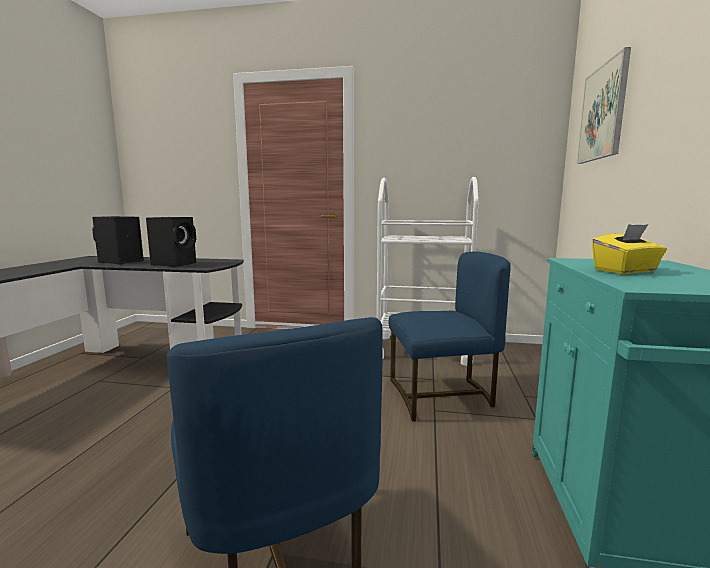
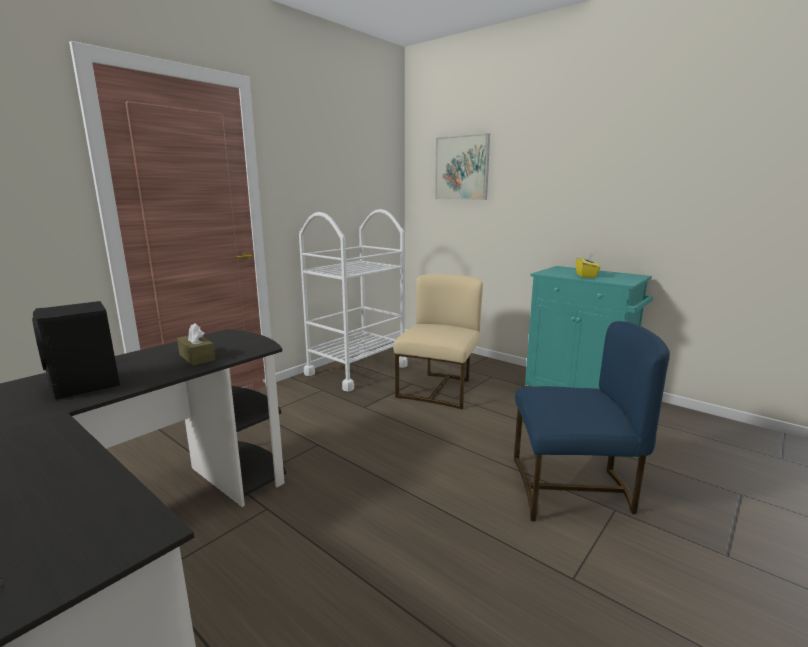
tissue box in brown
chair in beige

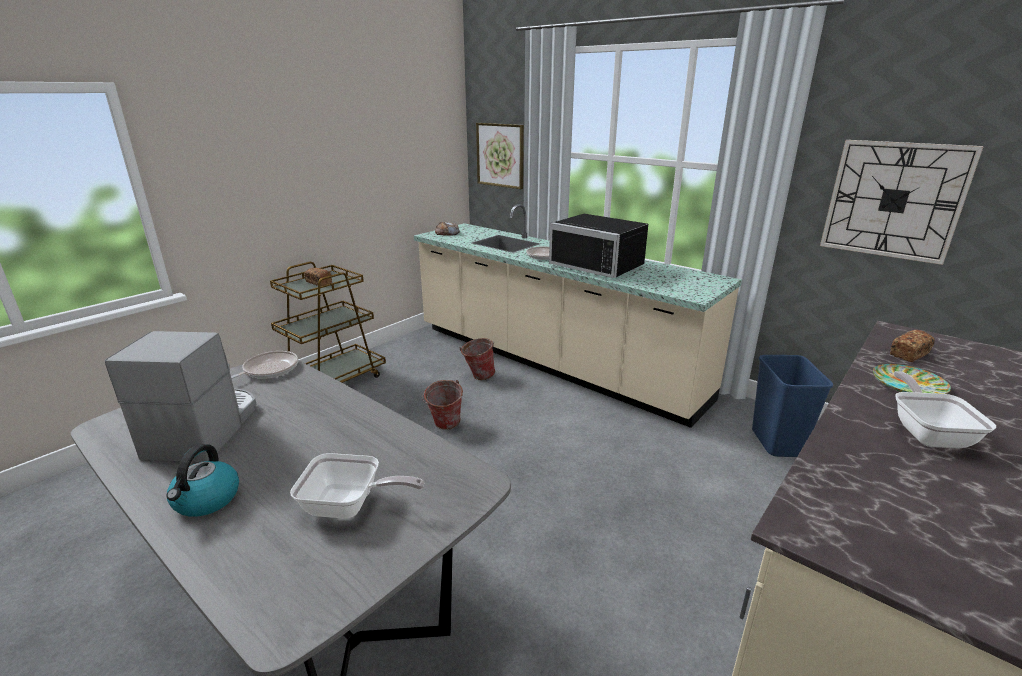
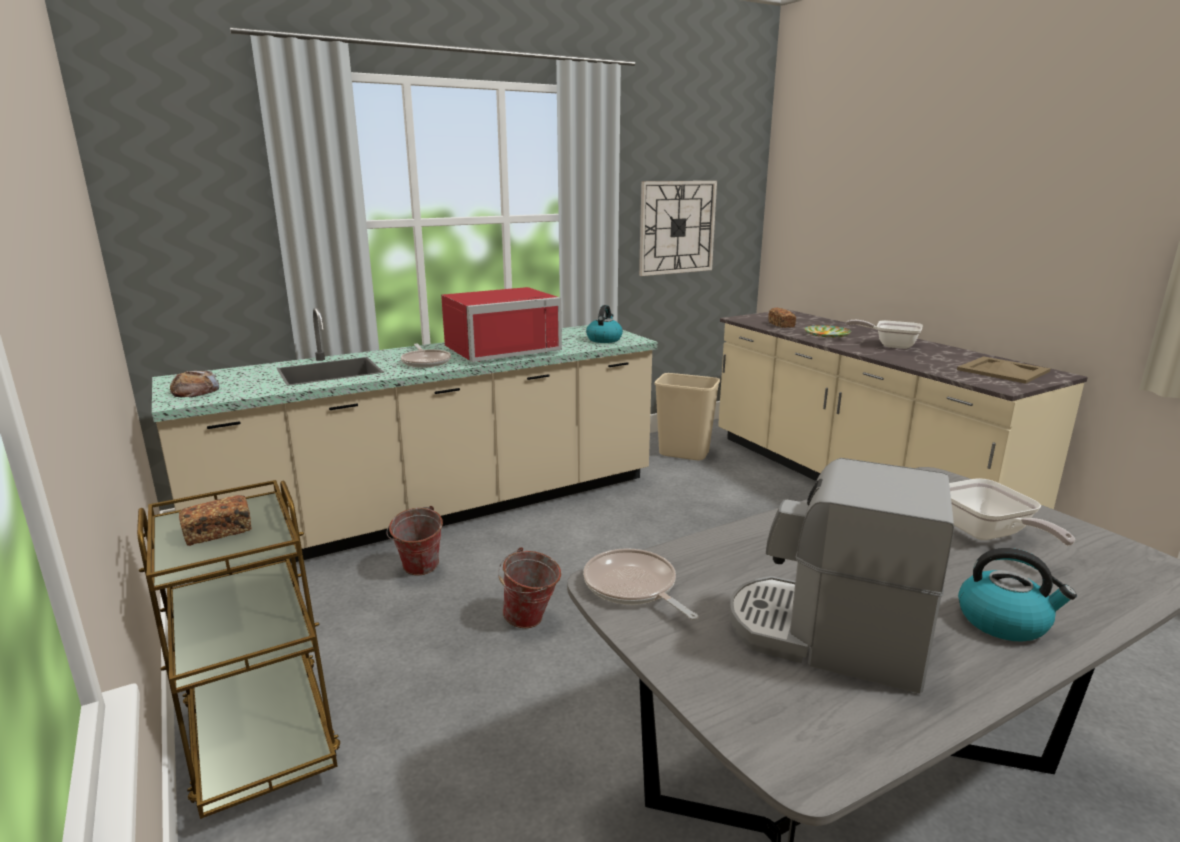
picture
microwave in red
trash can in beige
frying pan (4th from left)
kettle (1st from left)
tray in beige

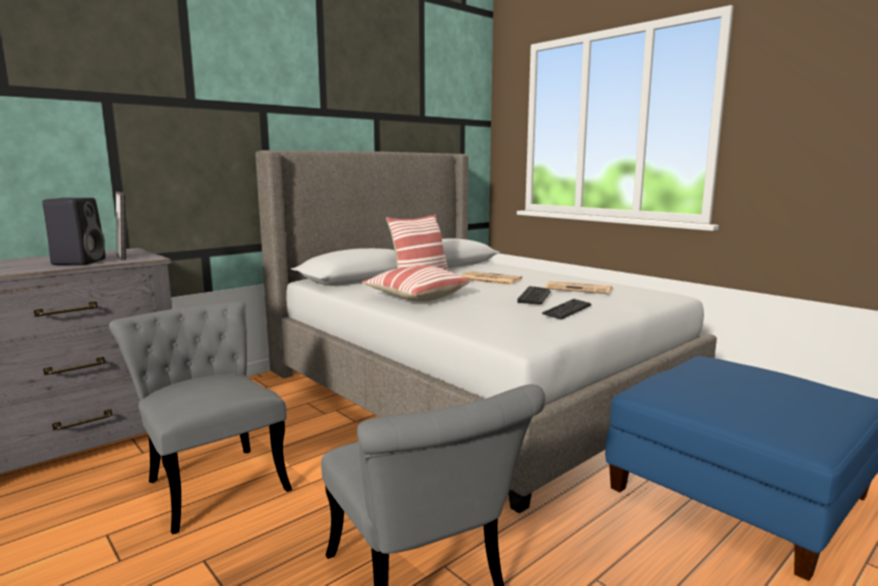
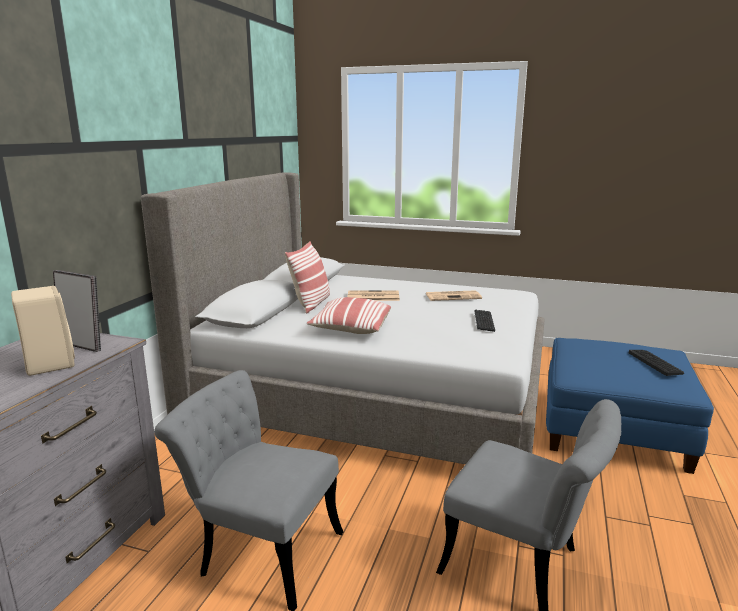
speaker in beige
keyboard (2nd from left)

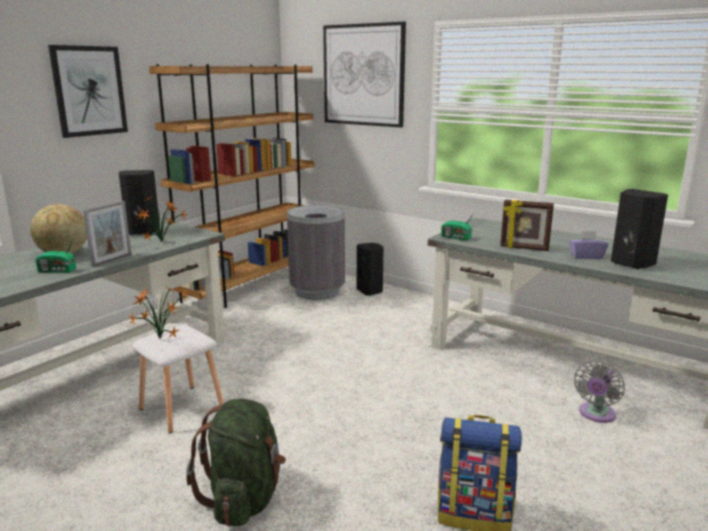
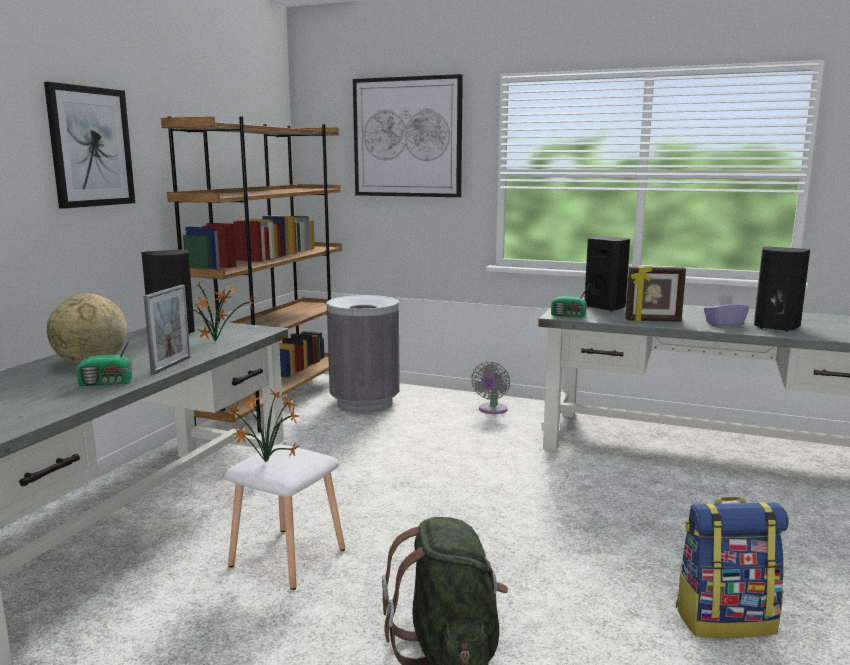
speaker in black (2nd from left)
fan in grey

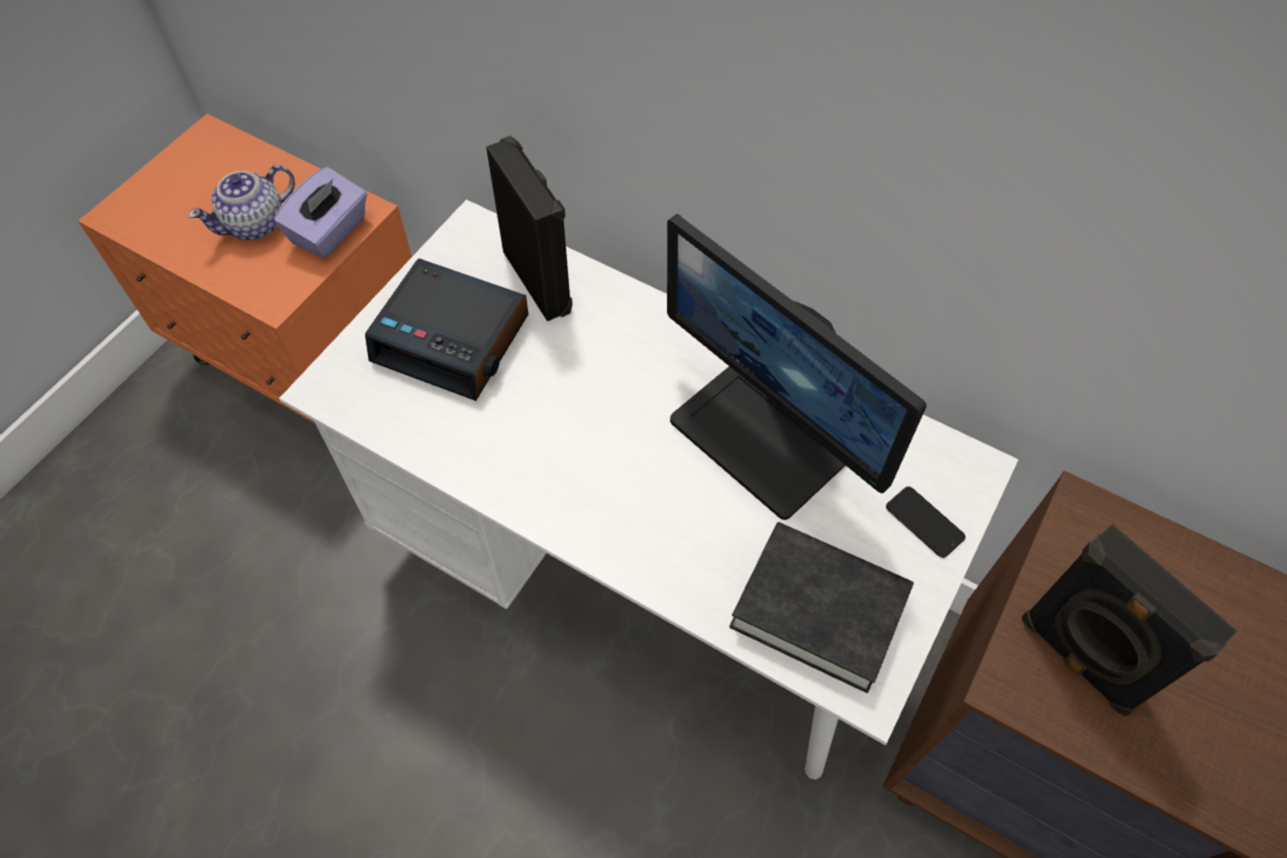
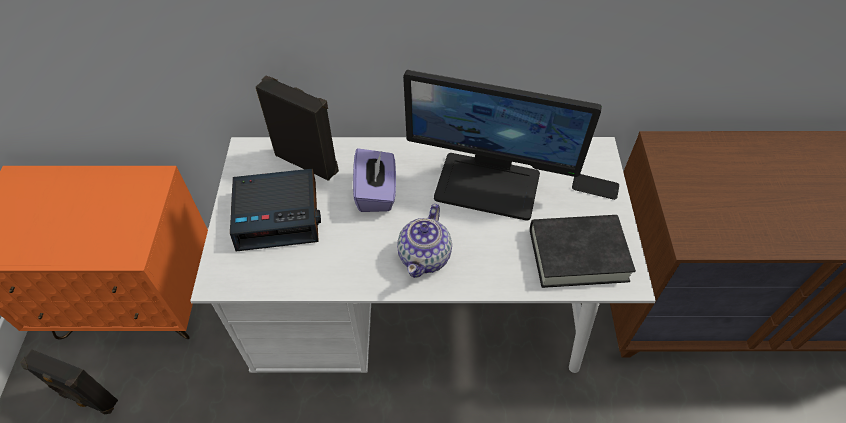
teapot
tissue box in purple
speaker in black (1st from left)

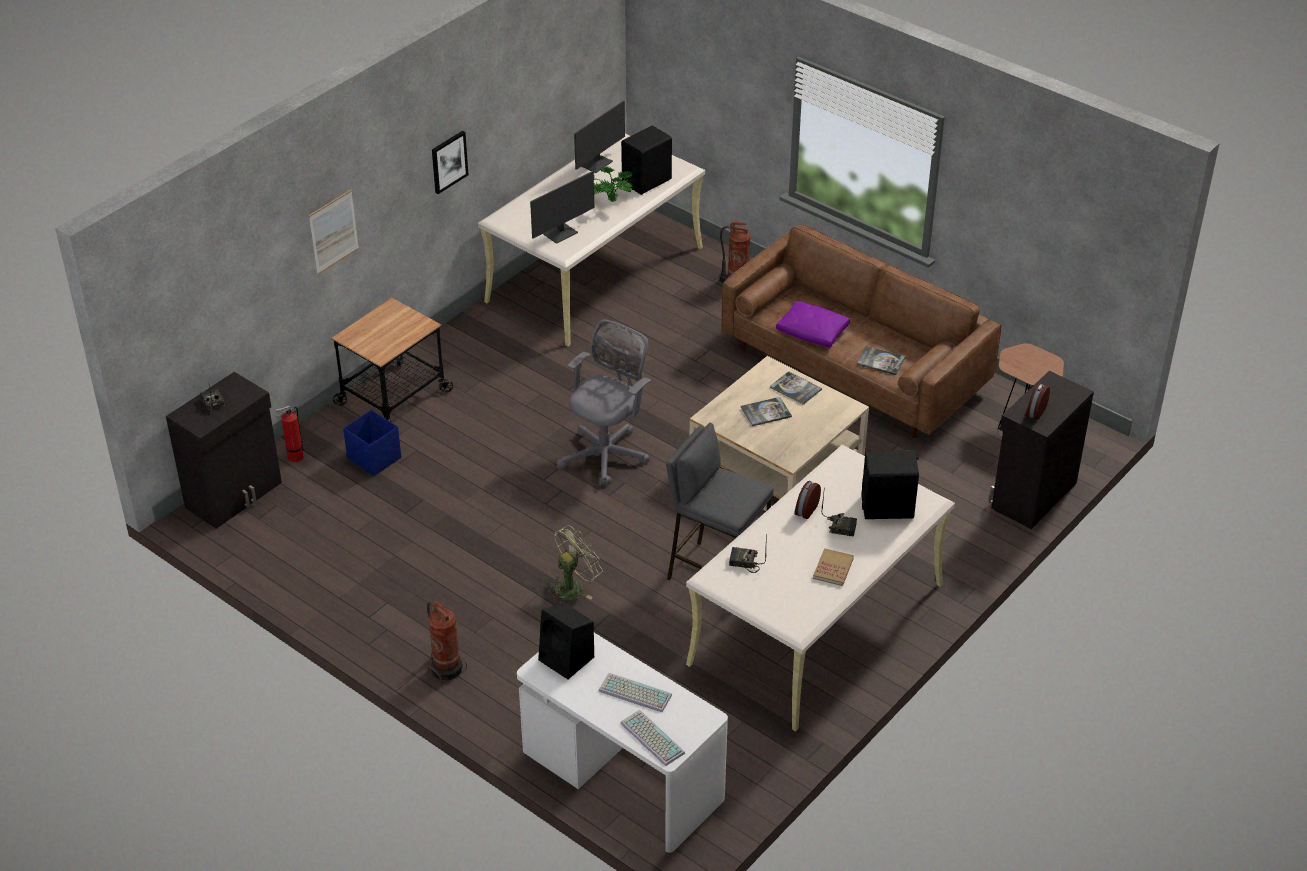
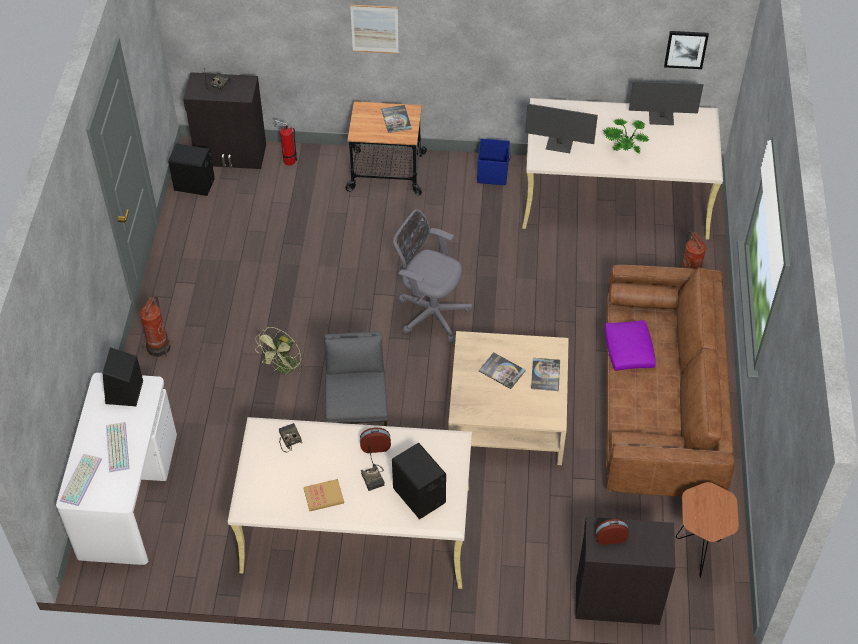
speaker in black (2nd from left)
picture (2nd from left)
office chair in grey
book (2nd from left)
storage box in blue
fan in green

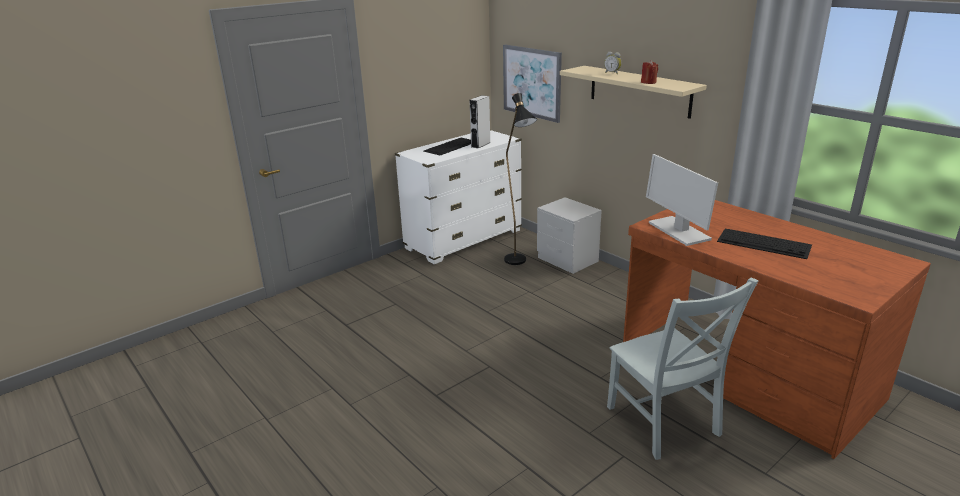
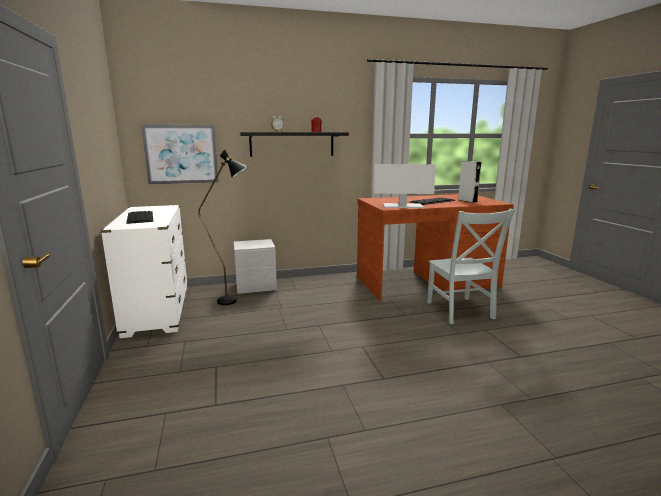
shelf in black
speaker in grey
chair in grey

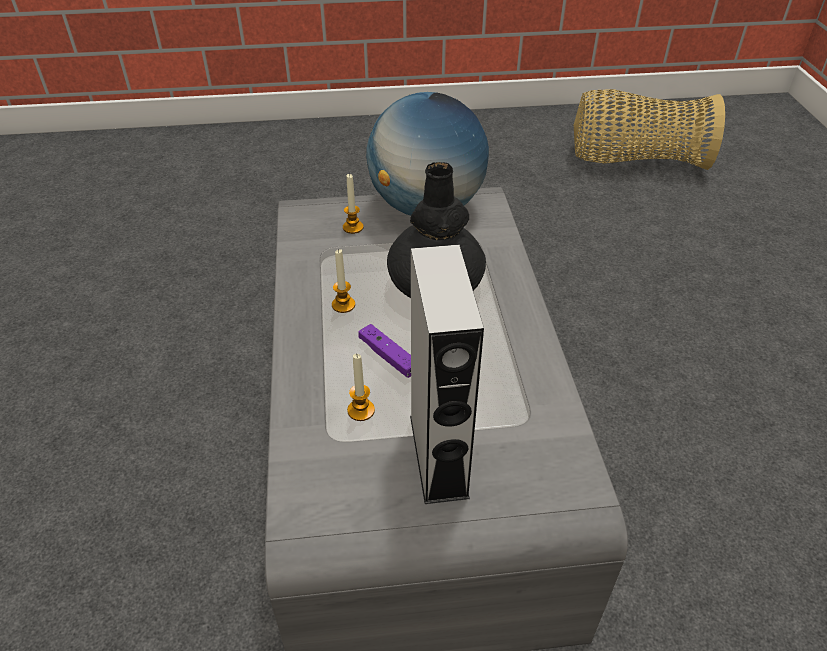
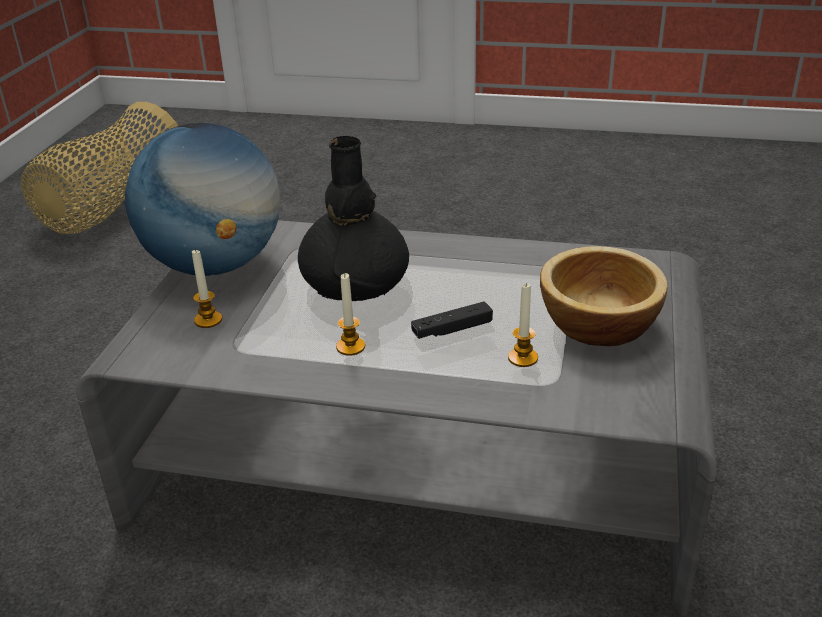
bowl
game controller in black

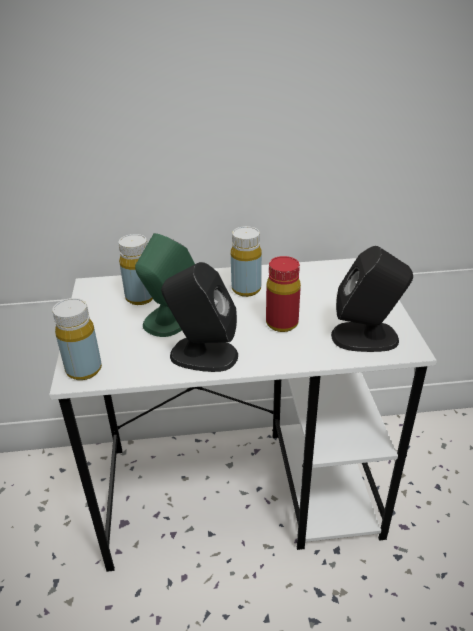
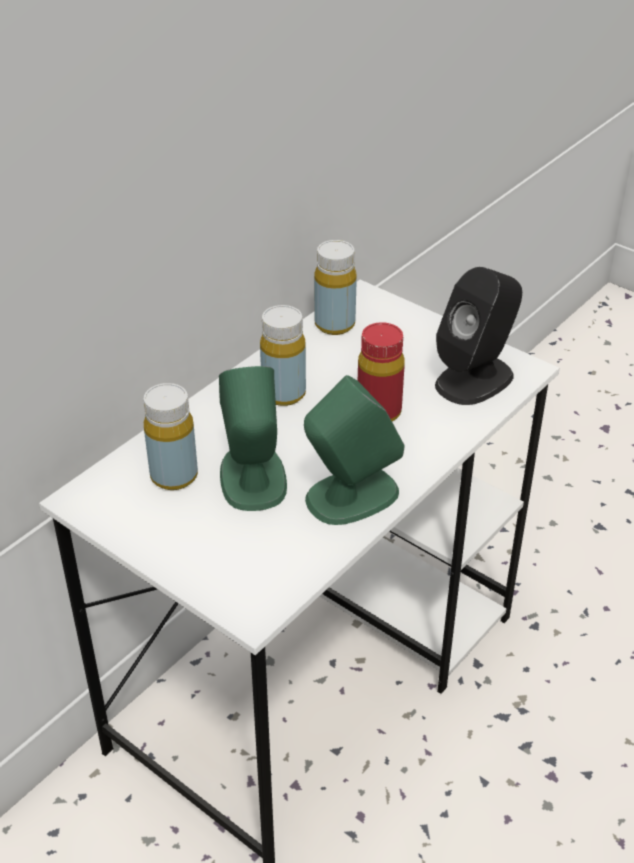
speaker in green (2nd from left)
bottle in yellow (3rd from left)

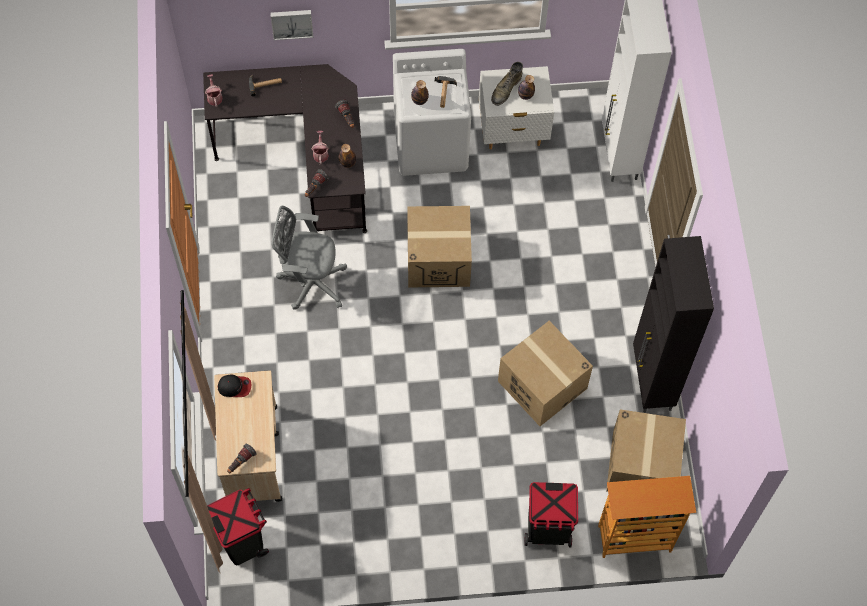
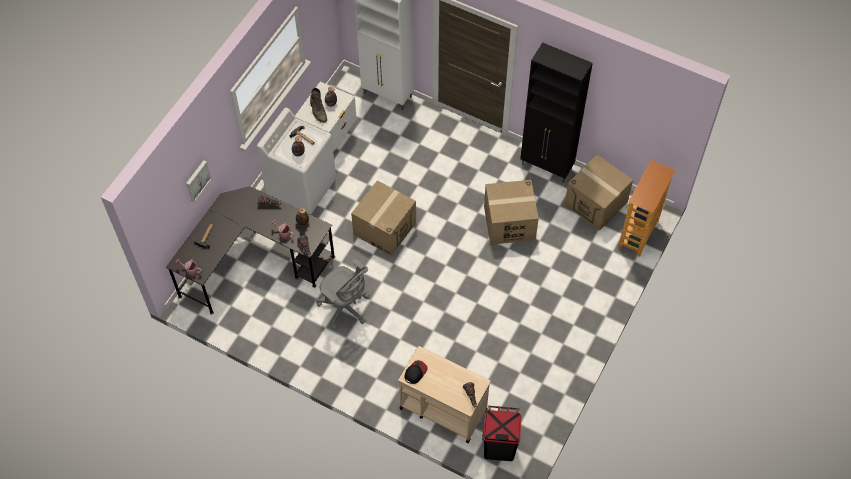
office chair in grey
trash can in black (2nd from left in the first image)

